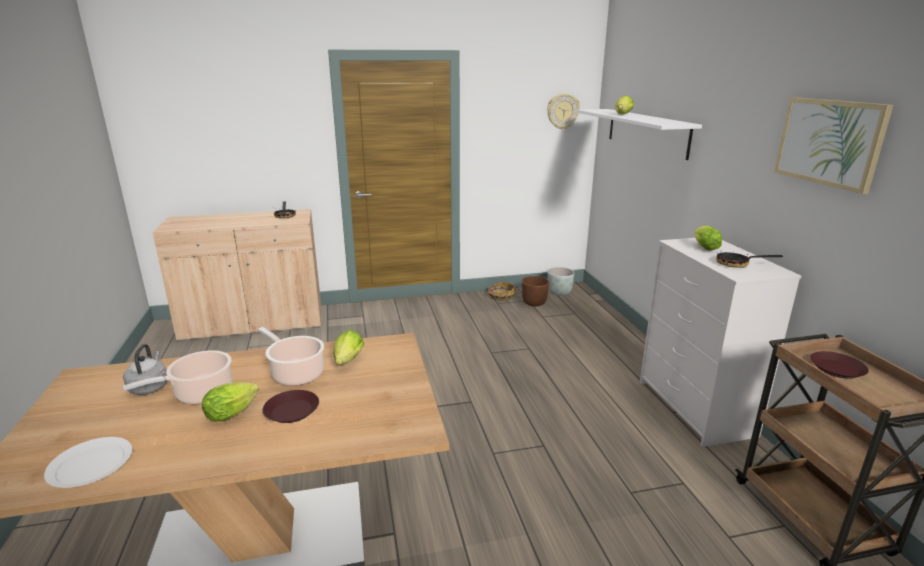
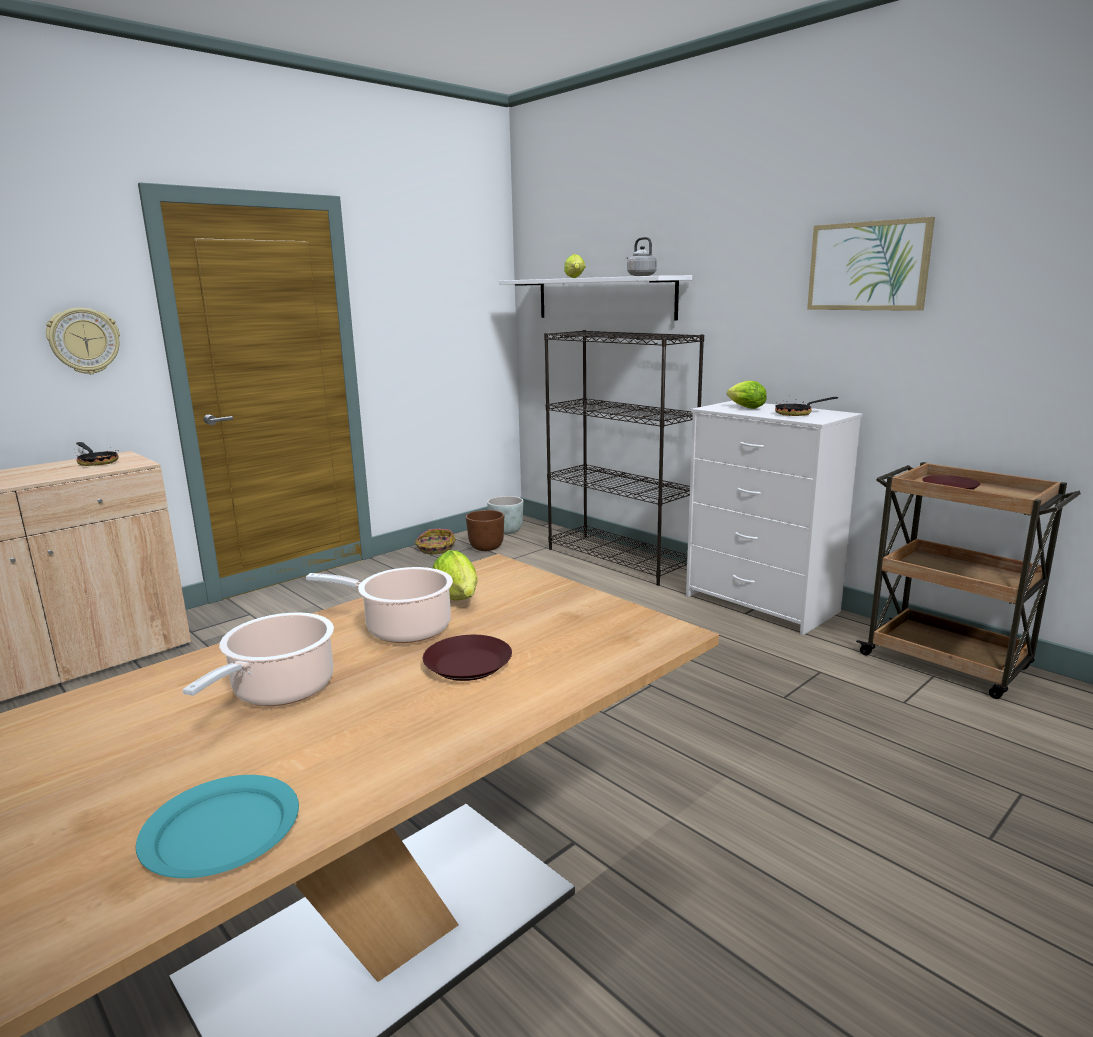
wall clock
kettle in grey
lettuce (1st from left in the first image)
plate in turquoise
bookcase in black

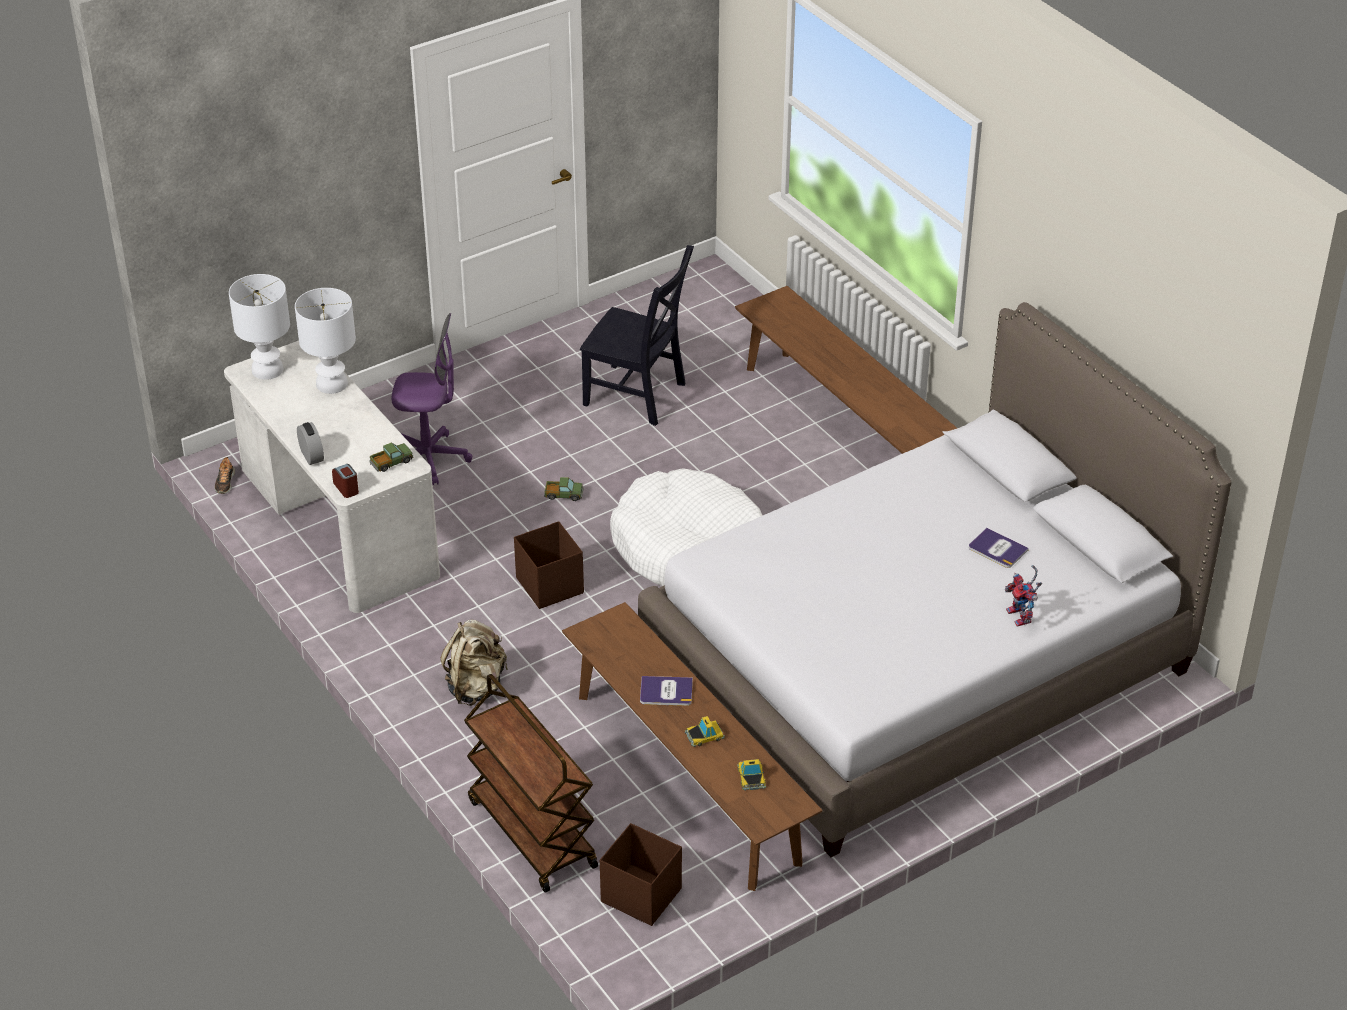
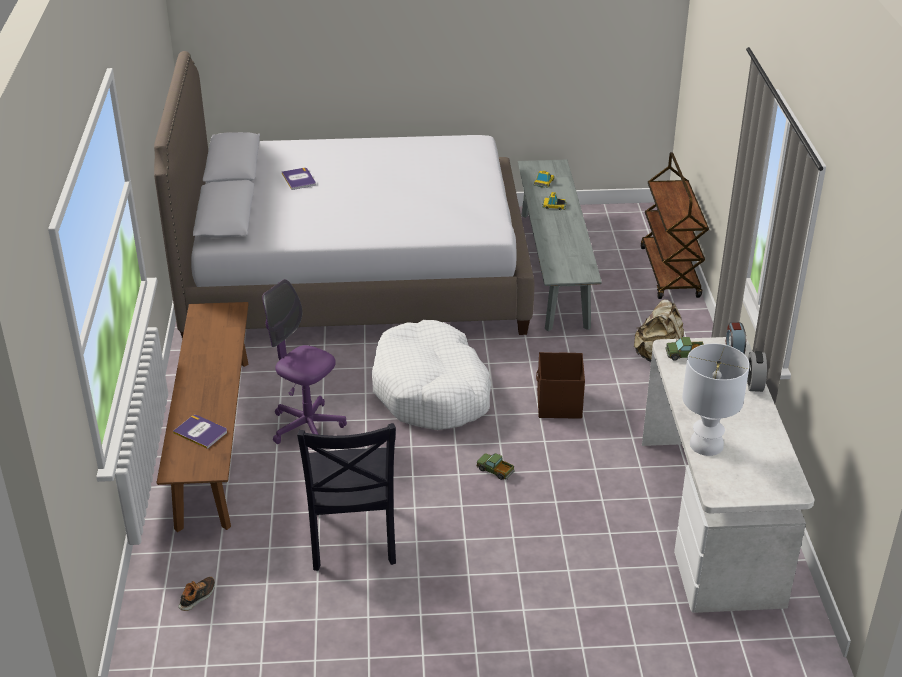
chair in black
table lamp in white (1st from left in the first image)
office chair in purple
shoe
toy robot
bench in grey
book (1st from left)
storage box in brown (2nd from left in the first image)

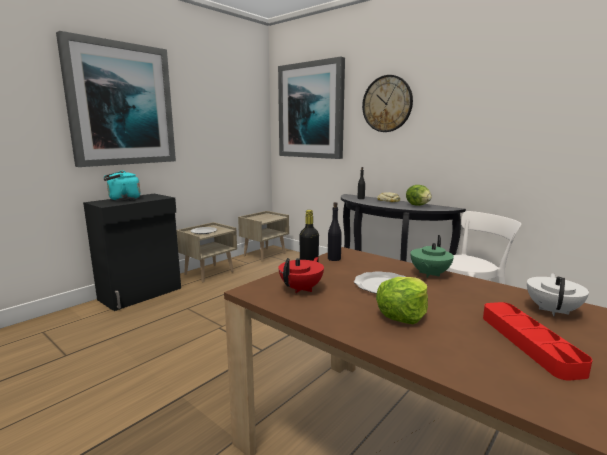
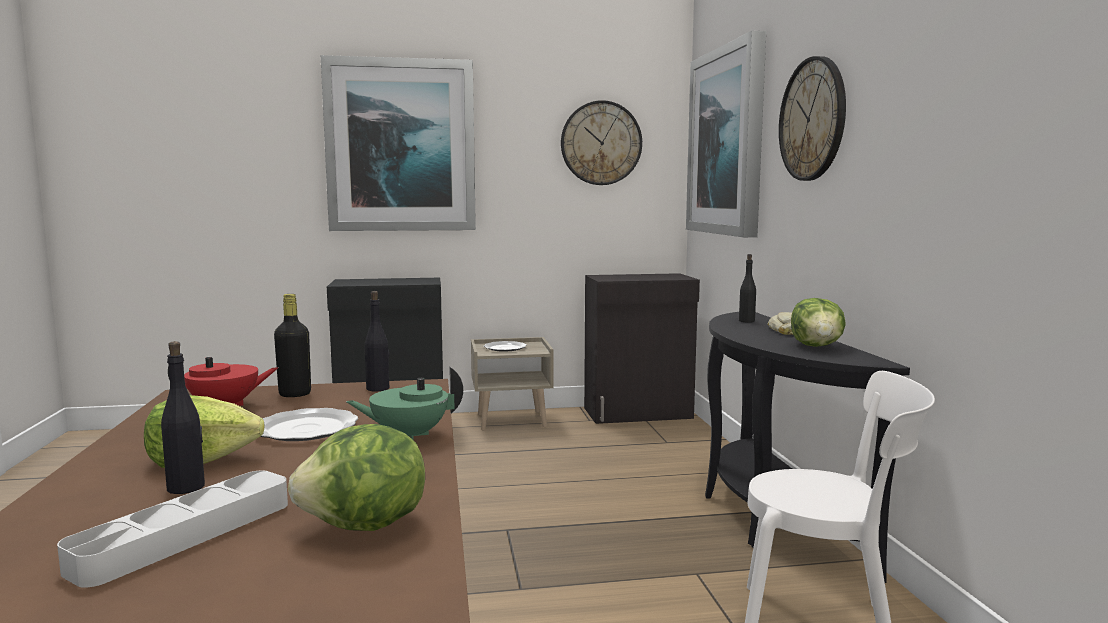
kettle in turquoise
cabinet in black (2nd from left)
lettuce (2nd from left)
tray in grey
wall clock (1st from left)
bottle in black (1st from left)

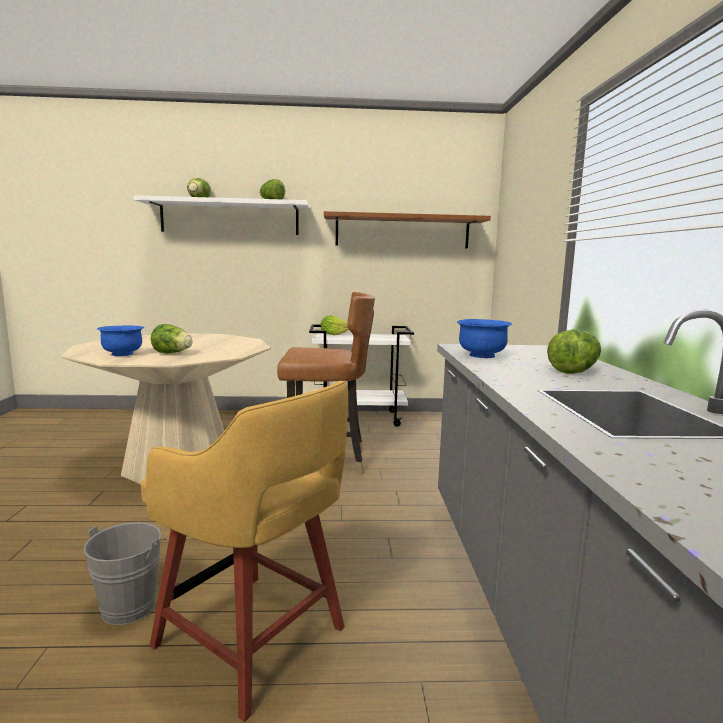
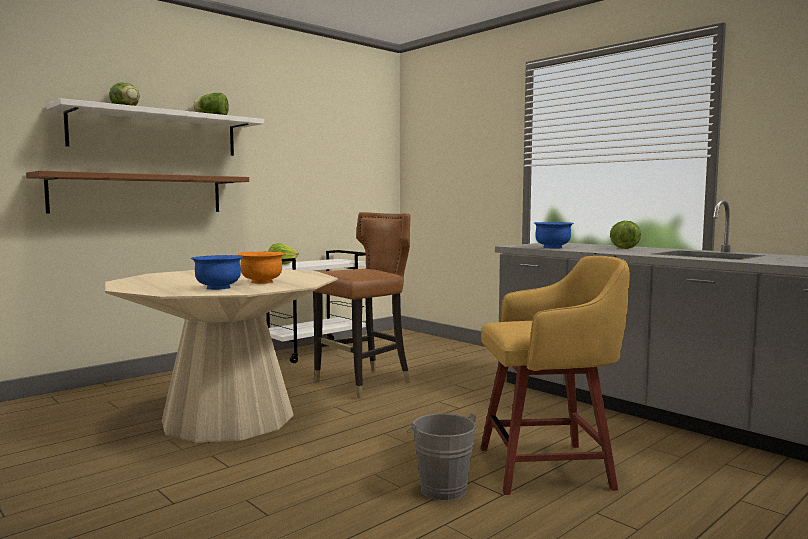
shelf in brown
bowl in orange

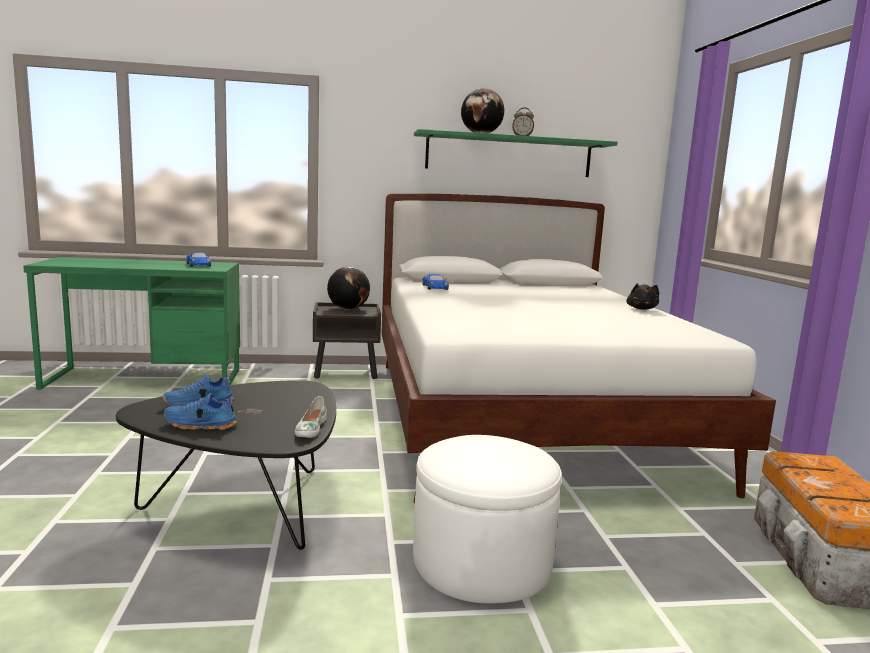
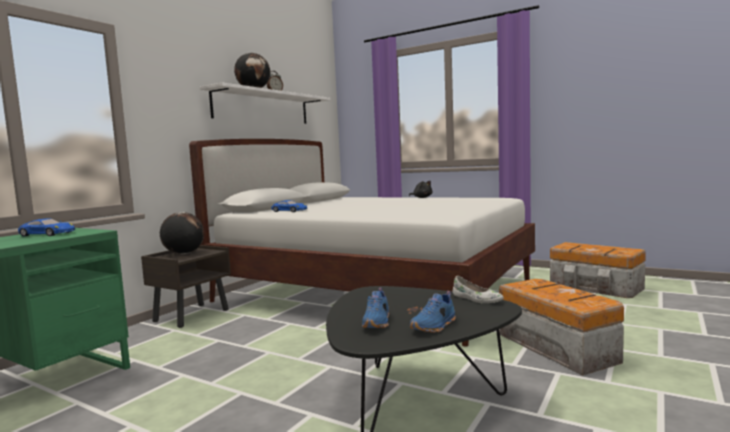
shelf in white
storage box (1st from left)

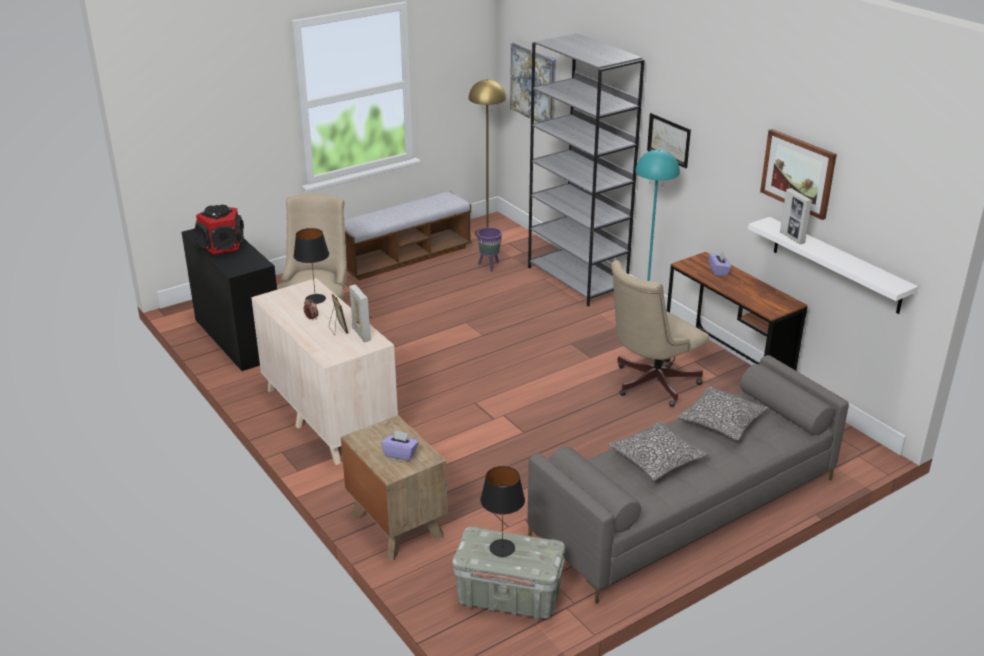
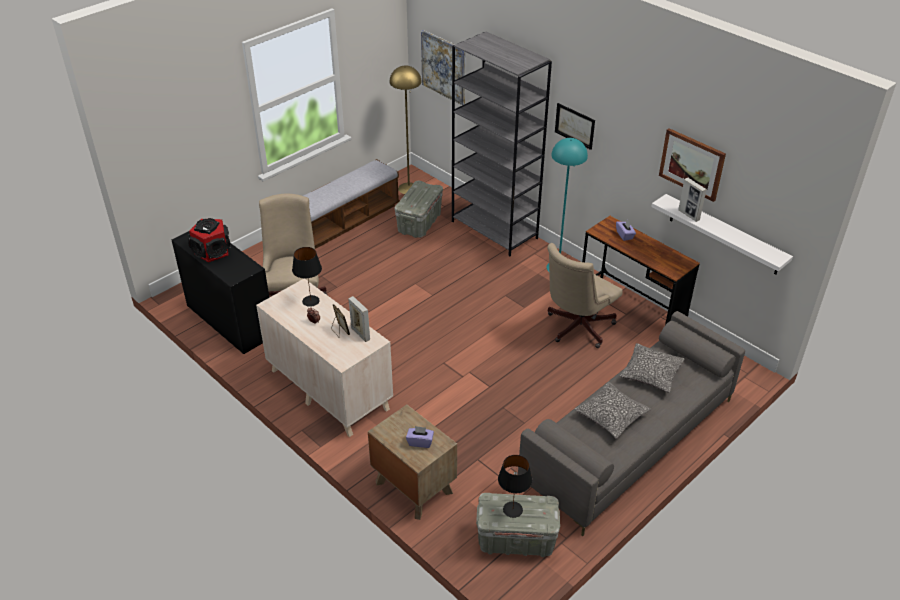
storage box in grey (1st from left)

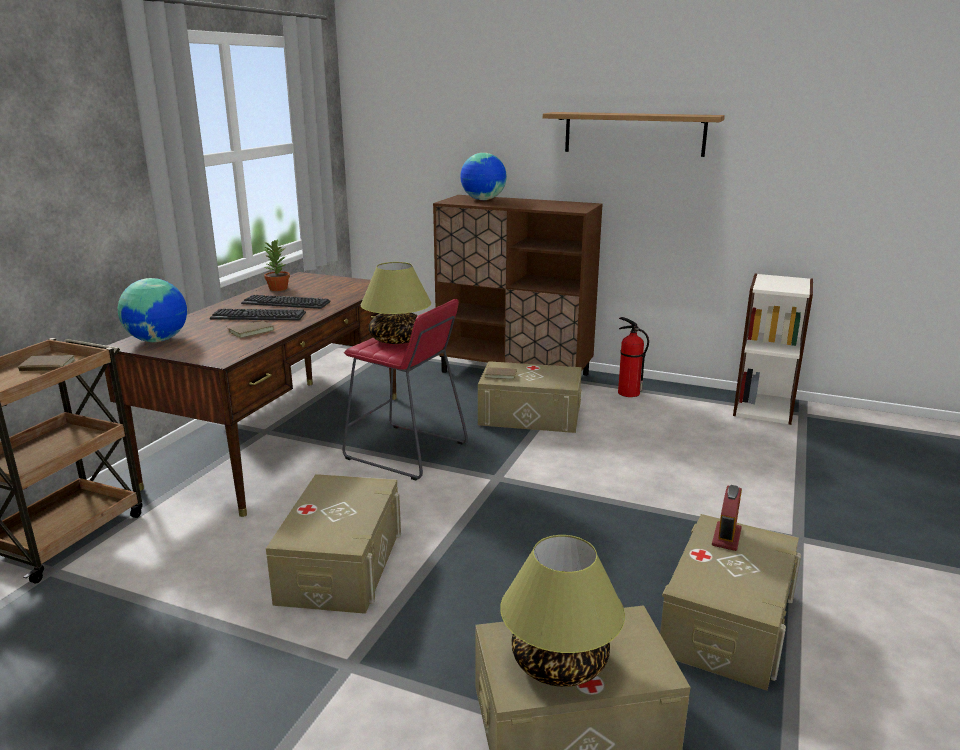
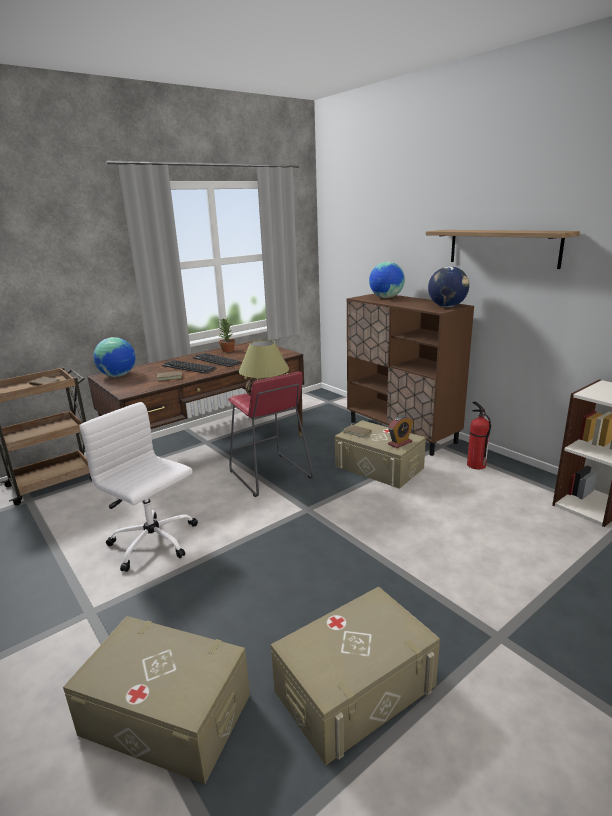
office chair in white
alarm clock
table lamp (2nd from left in the first image)
globe (3rd from left)

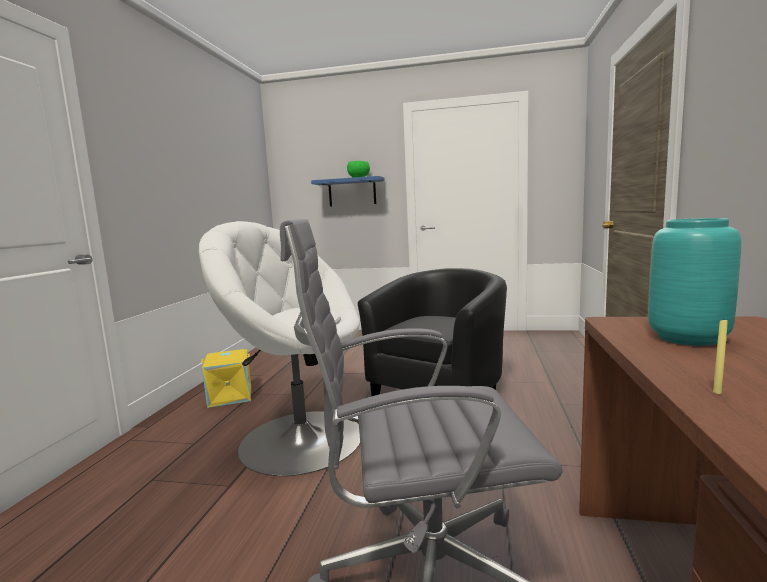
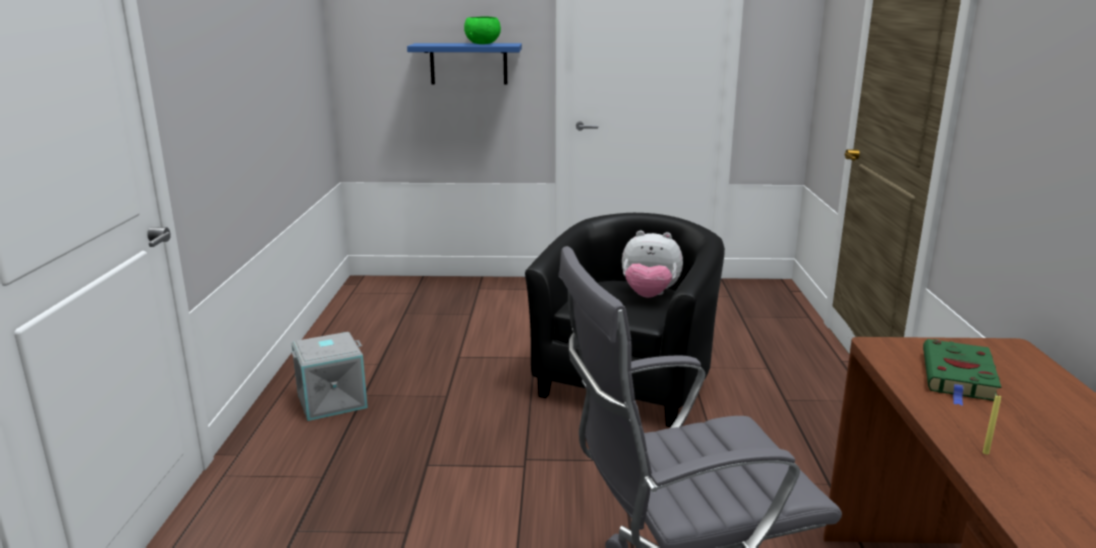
book in green
armchair in white
storage box in grey
plush toy

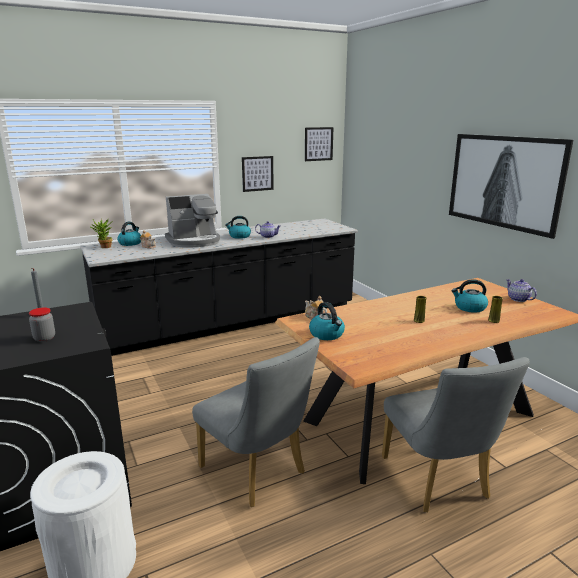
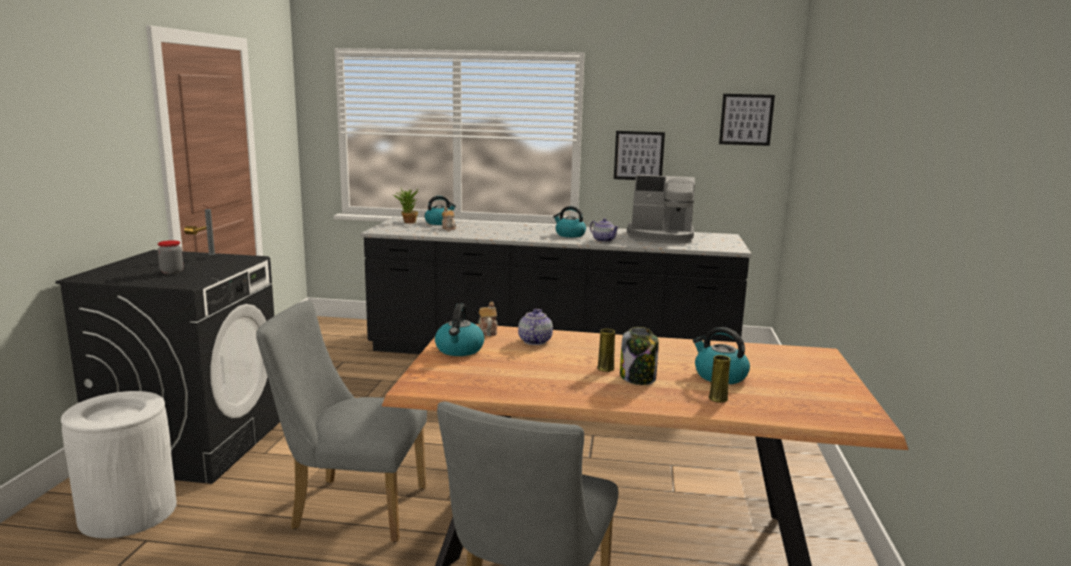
picture (3rd from left in the first image)
coffee machine
teapot (3rd from left)
chair in grey (1st from left)
jar (2nd from left)

